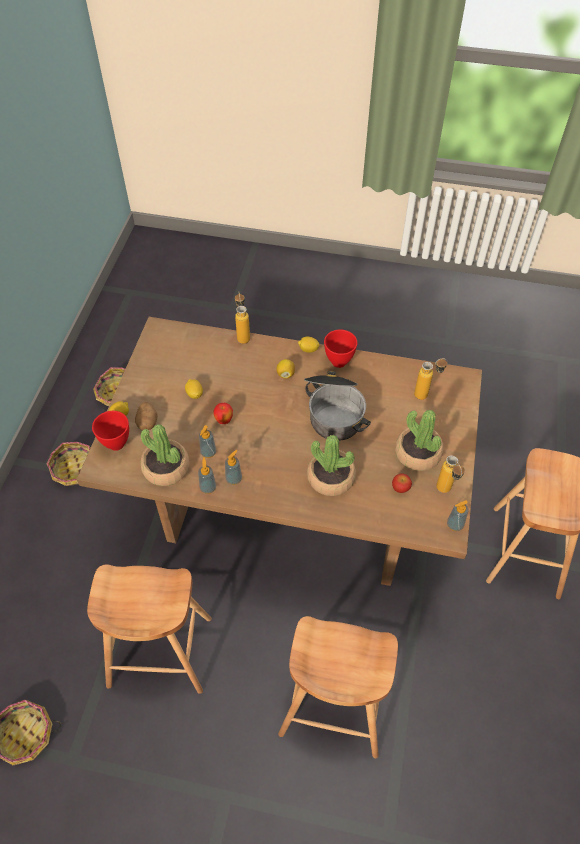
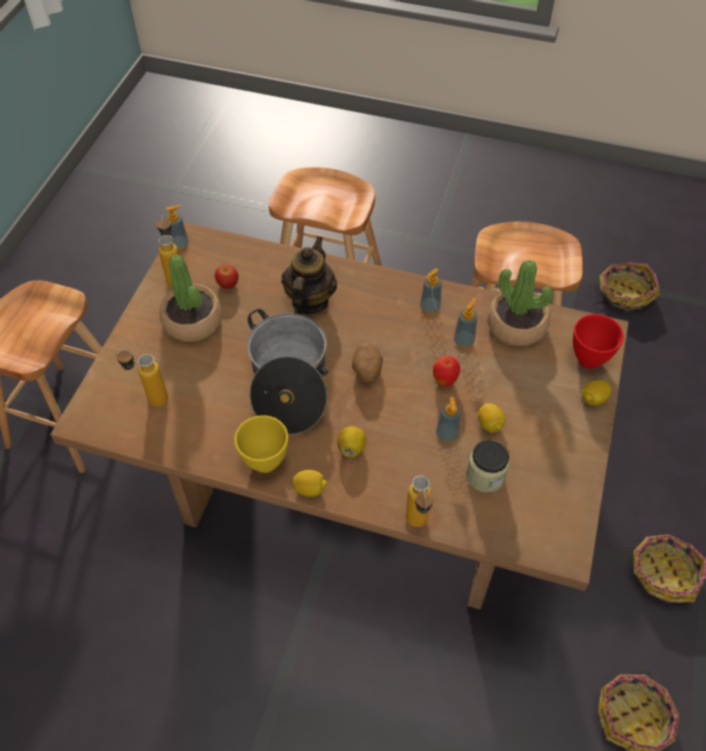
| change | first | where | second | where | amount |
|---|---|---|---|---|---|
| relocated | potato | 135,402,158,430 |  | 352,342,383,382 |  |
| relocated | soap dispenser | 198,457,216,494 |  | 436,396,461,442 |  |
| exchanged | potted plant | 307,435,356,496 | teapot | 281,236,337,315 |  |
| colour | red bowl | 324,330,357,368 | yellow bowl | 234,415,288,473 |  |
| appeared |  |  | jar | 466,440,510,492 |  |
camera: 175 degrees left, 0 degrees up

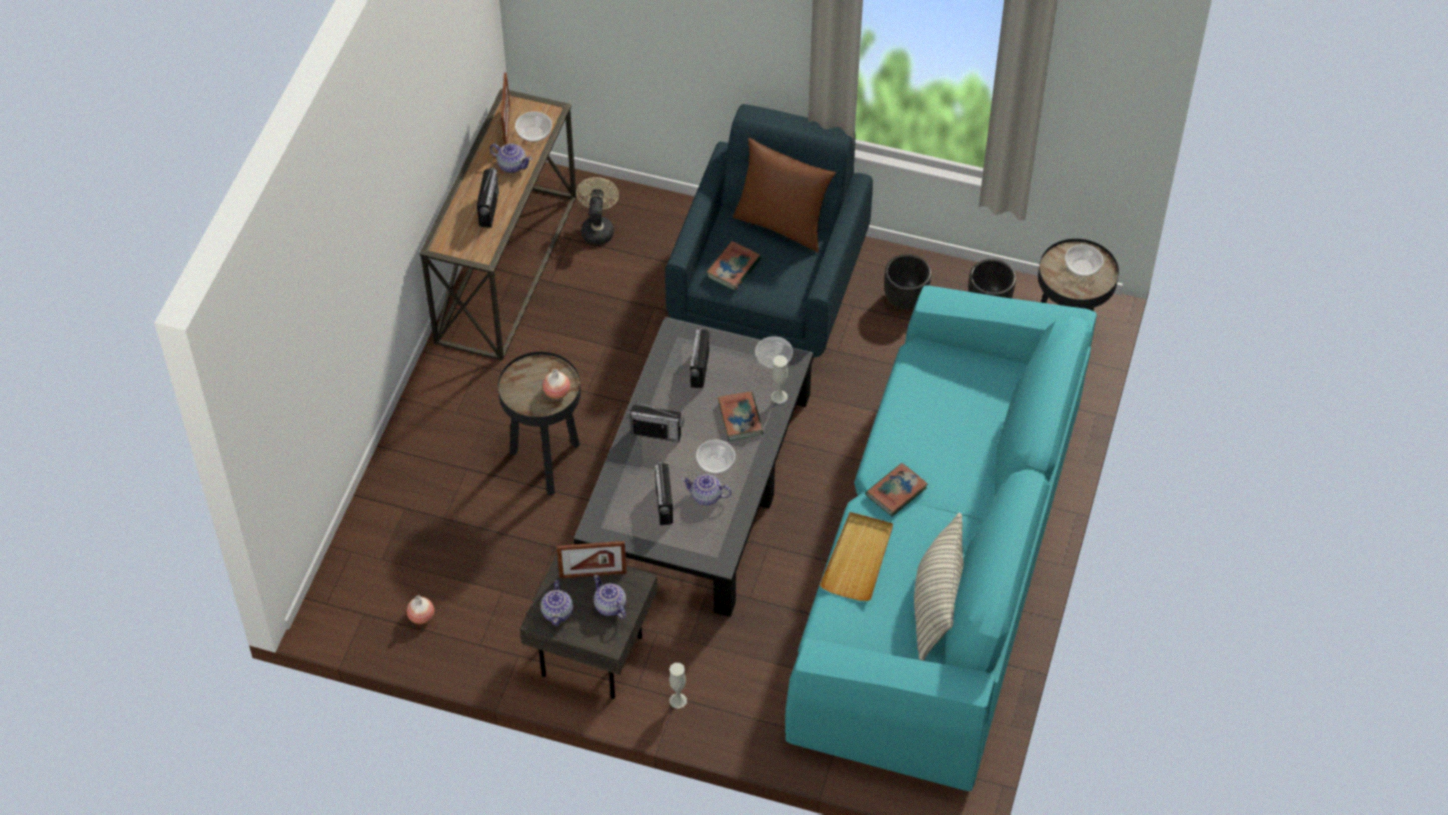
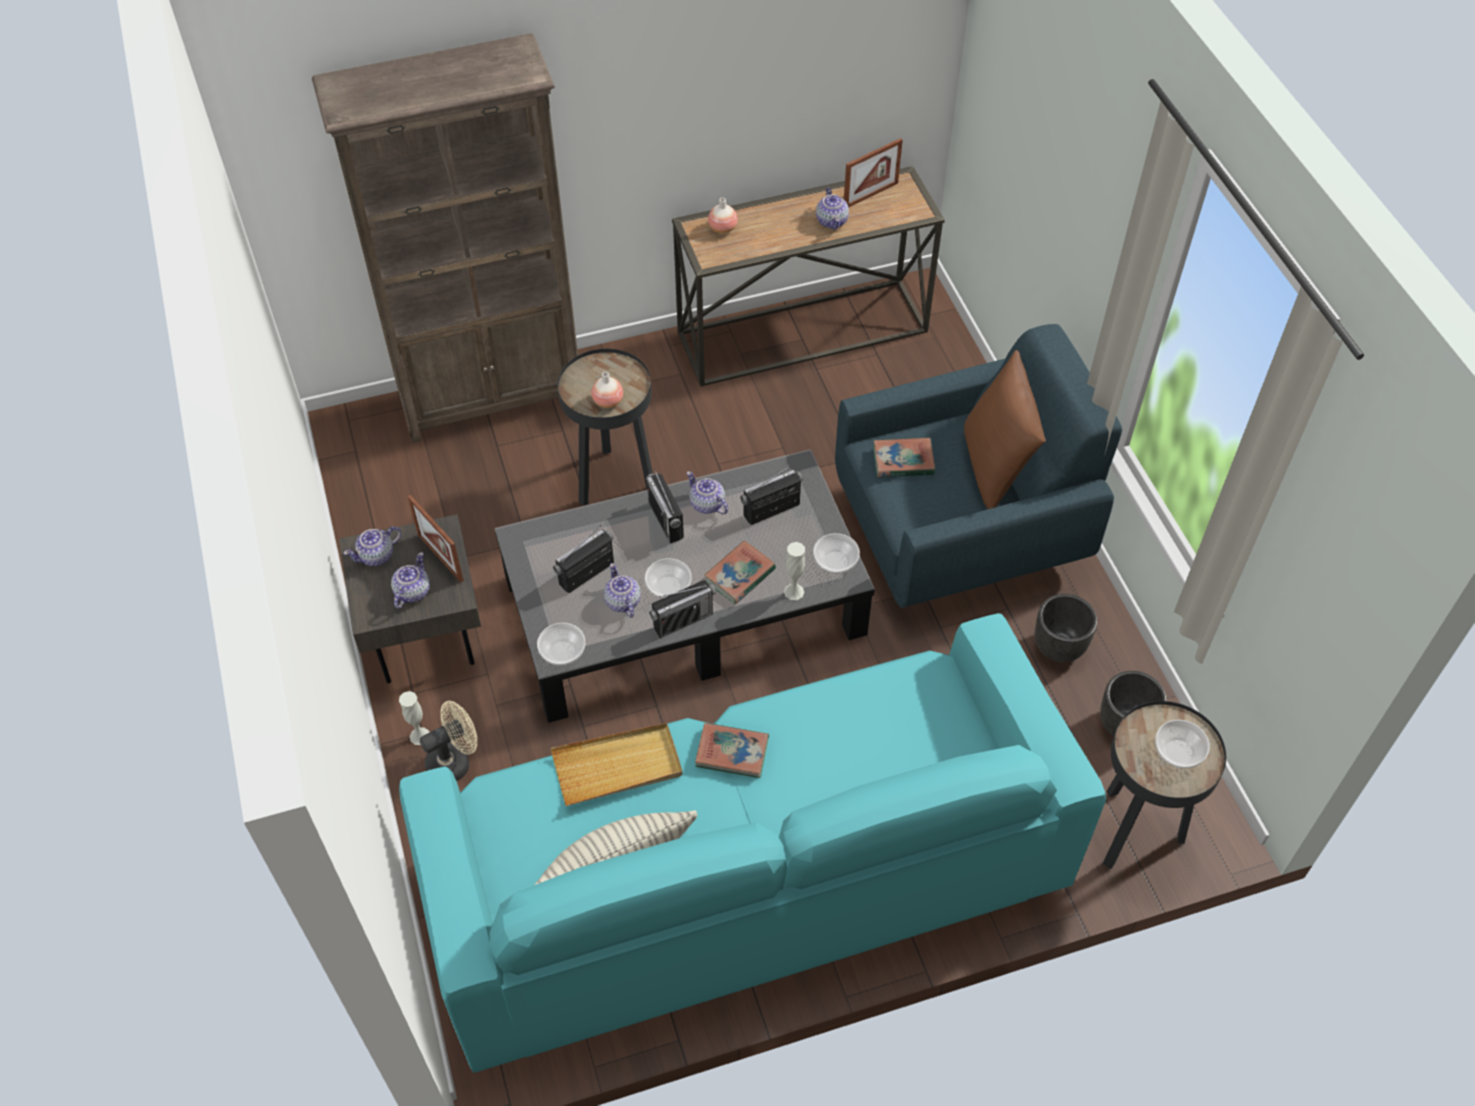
| change | first | where | second | where | amount |
|---|---|---|---|---|---|
| relocated | vase | 407,596,434,624 |  | 708,198,738,234 |  |
| relocated | radio | 477,168,499,228 |  | 649,580,716,638 |  |
| relocated | bowl | 515,111,552,142 |  | 537,623,585,666 |  |
| relocated | beige fan | 576,177,619,245 |  | 420,701,477,781 |  |
| appeared |  |  | brown bookcase | 312,33,578,443 |  |
| appeared |  |  | teapot | 687,471,728,514 |  |
camera: 55 degrees right, 0 degrees up

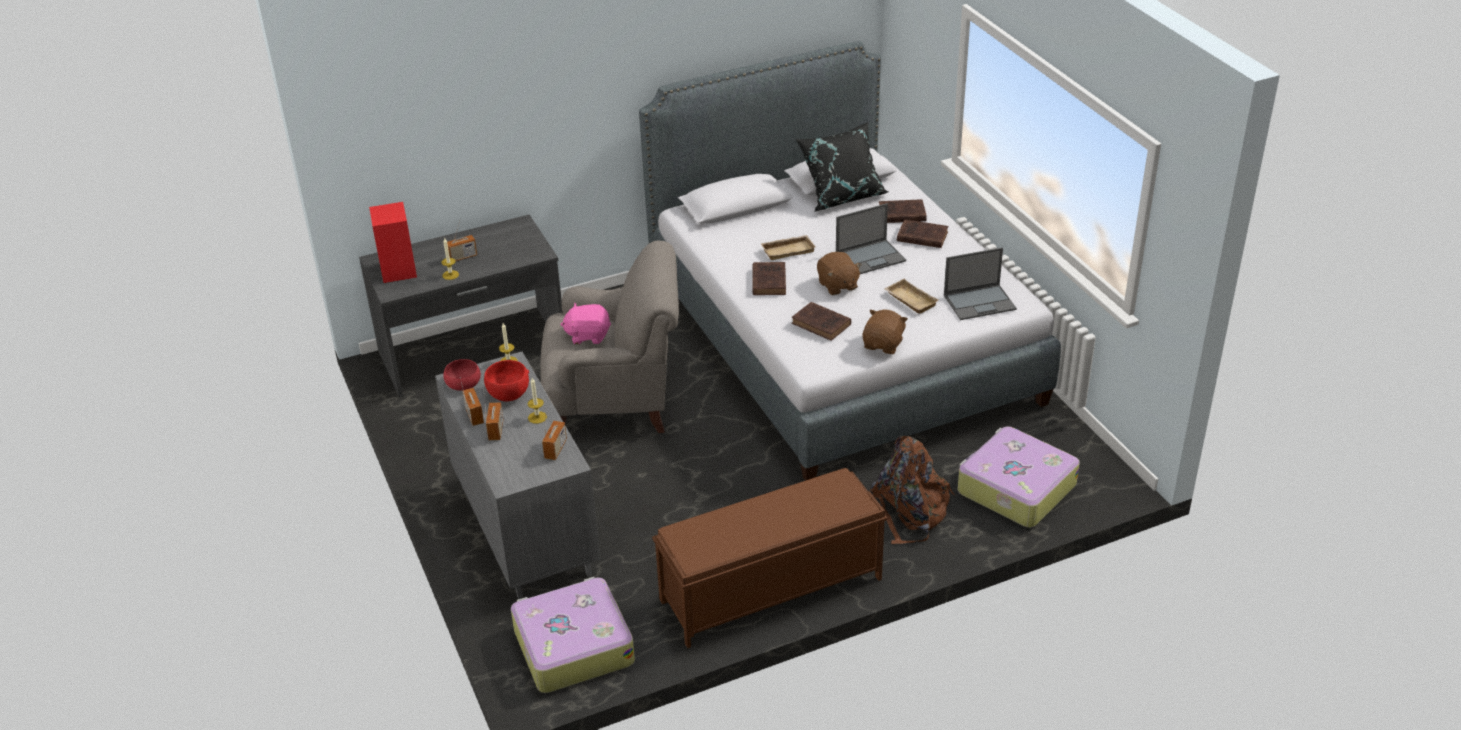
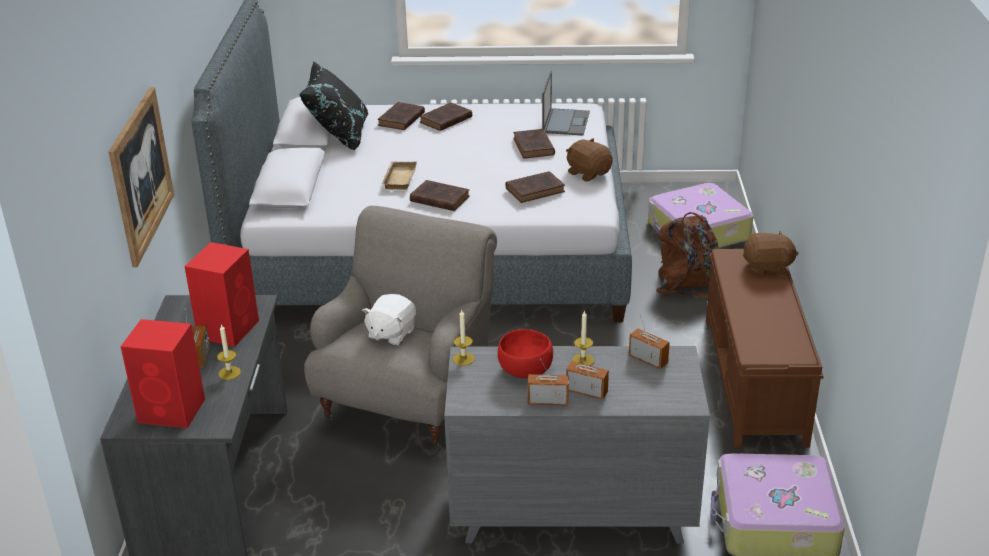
| change | first | where | second | where | amount |
|---|---|---|---|---|---|
| missing | red bowl | 443,359,481,391 |  |  |  |
| colour | pink plush toy | 560,303,611,344 | white plush toy | 362,294,416,346 |  |
| relocated | brown plush toy | 817,252,862,295 |  | 743,231,799,276 |  |
| missing | laptop | 836,203,906,274 |  |  |  |
| exchanged | beige tray | 885,279,939,314 | brown book | 513,129,555,159 |  |
| appeared |  |  | picture | 108,87,174,267 |  |
| appeared |  |  | red speaker | 184,242,259,347 |  |
camera: 65 degrees left, 5 degrees down

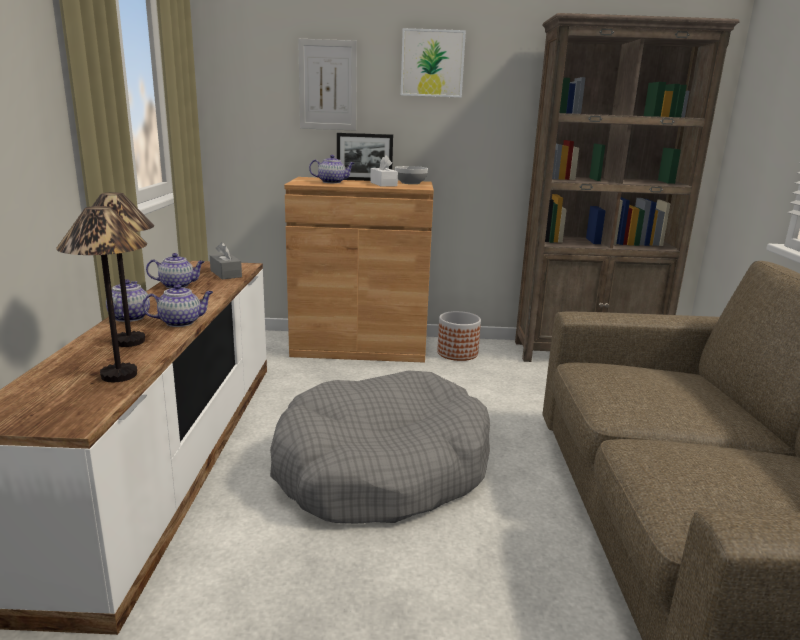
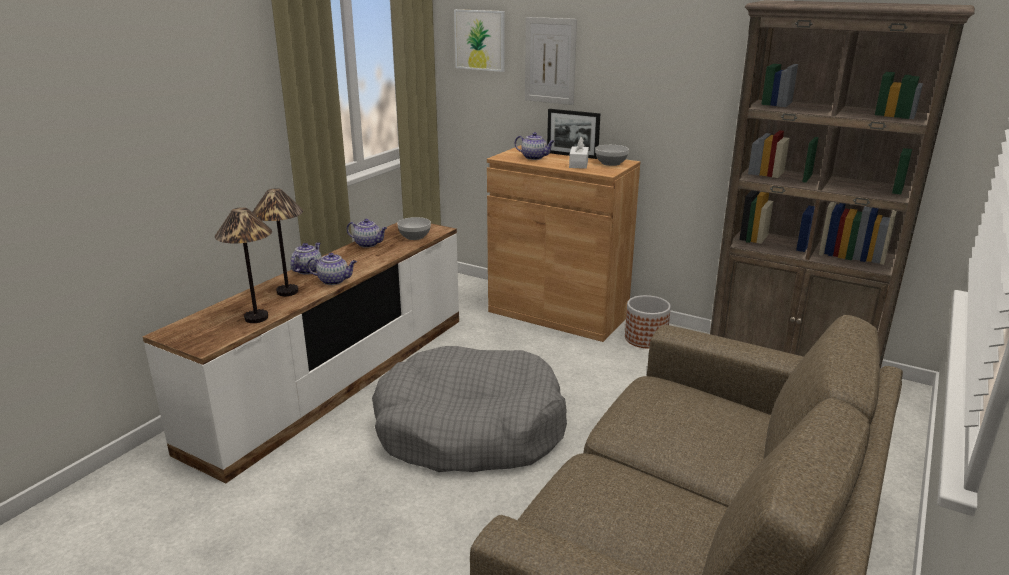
| change | first | where | second | where | amount |
|---|---|---|---|---|---|
| exchanged | grey tissue box | 210,242,242,280 | bowl | 397,217,431,240 |  |
| relocated | picture | 401,28,466,98 |  | 454,9,505,72 |  |
camera: 30 degrees right, 5 degrees up

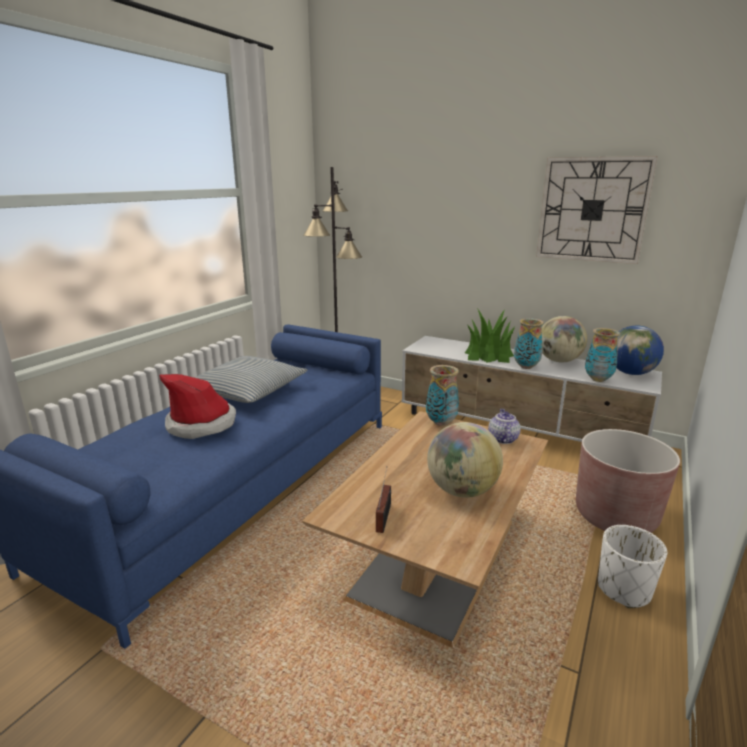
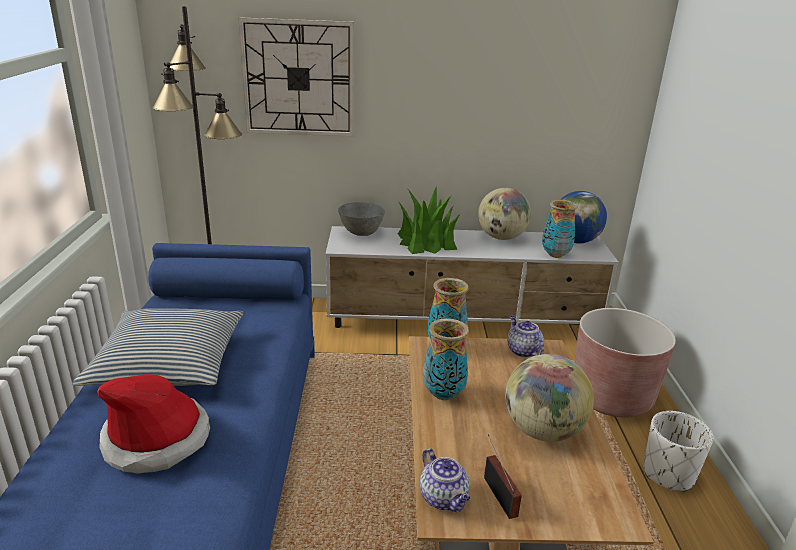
| change | first | where | second | where | amount |
|---|---|---|---|---|---|
| relocated | vase | 514,318,544,369 |  | 423,318,469,400 |  |
| relocated | wall clock | 536,156,658,264 |  | 238,17,354,136 |  |
| appeared |  |  | grey bowl | 338,202,385,236 |  |
| appeared |  |  | teapot | 420,448,470,512 |  |
camera: 30 degrees left, 5 degrees up

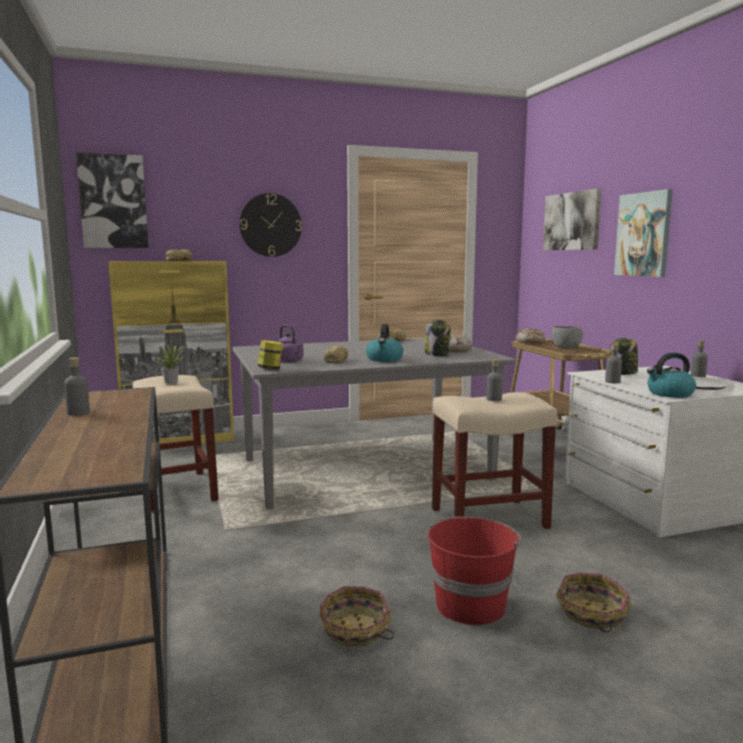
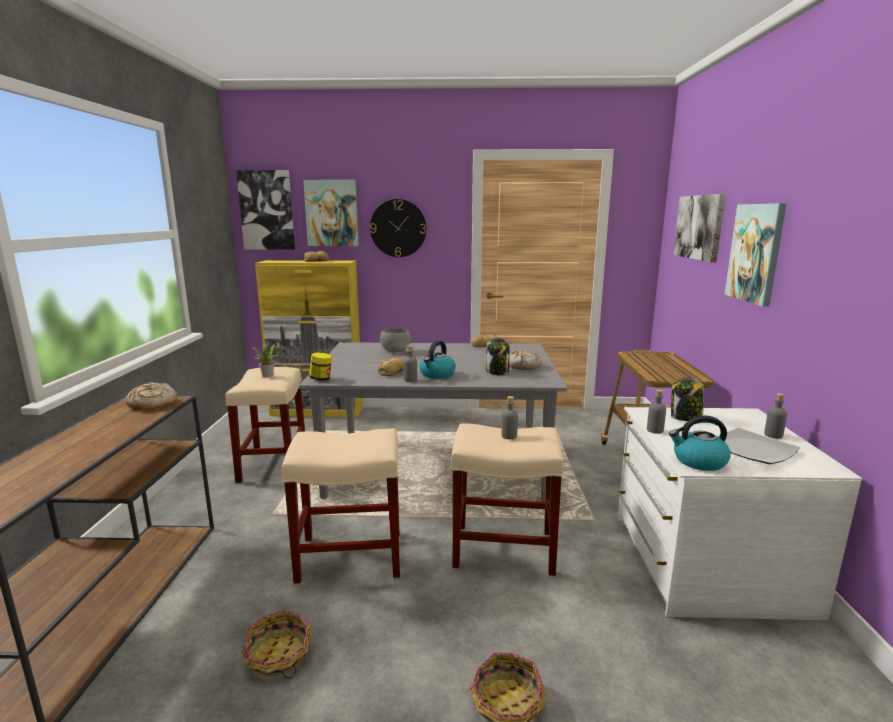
| change | first | where | second | where | amount |
|---|---|---|---|---|---|
| relocated | grey bottle | 64,357,90,416 |  | 404,345,417,382 |  |
| missing | purple kettle | 278,325,304,362 |  |  |  |
| missing | red bucket | 428,517,521,625 |  |  |  |
| relocated | bread | 516,329,546,343 |  | 126,382,177,410 |  |
| relocated | grey bowl | 551,326,583,349 |  | 380,328,411,352 |  |
| appeared |  |  | beige stool | 281,428,400,584 |  |
| appeared |  |  | picture | 303,180,359,246 |  |
camera: 20 degrees right, 5 degrees up

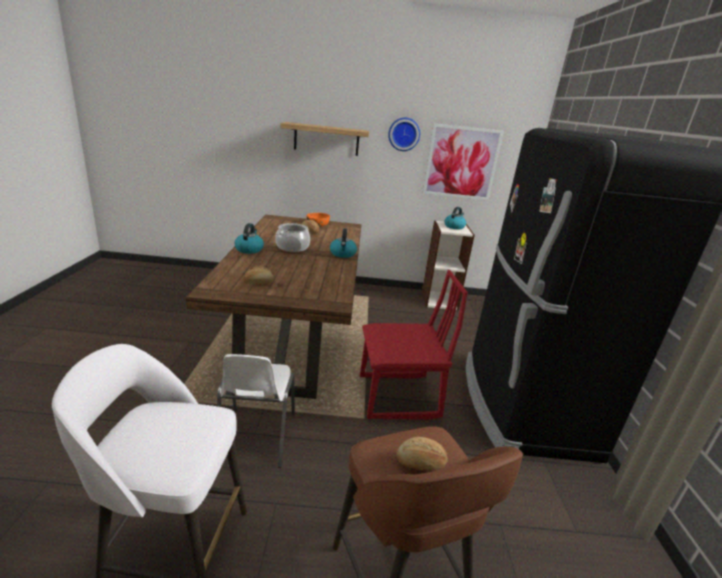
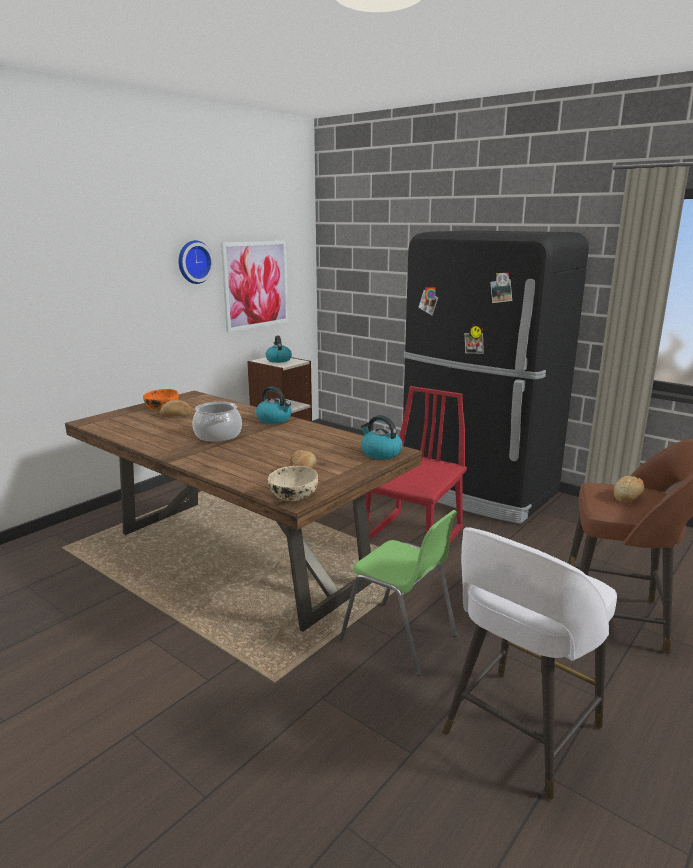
| change | first | where | second | where | amount |
|---|---|---|---|---|---|
| colour | white chair | 217,354,295,468 | green chair | 340,510,457,676 |  |
| relocated | kettle | 234,223,264,254 |  | 361,415,402,459 |  |
| missing | shelf | 280,122,369,156 |  |  |  |
| appeared |  |  | beige bowl | 268,466,318,501 |  |
camera: 50 degrees left, 5 degrees down

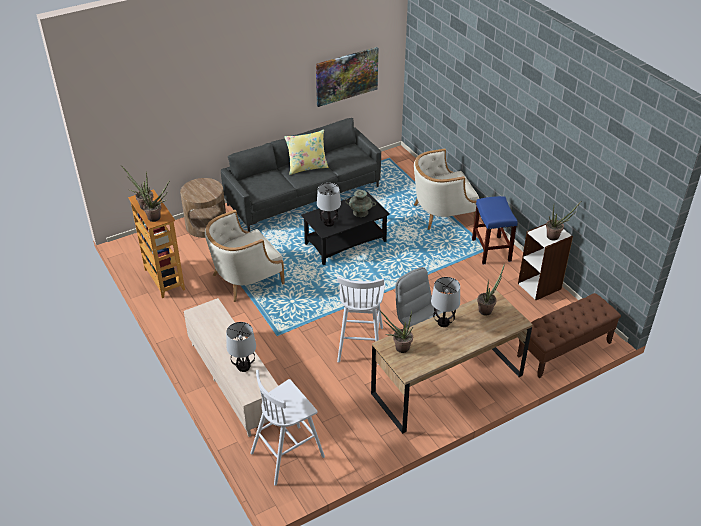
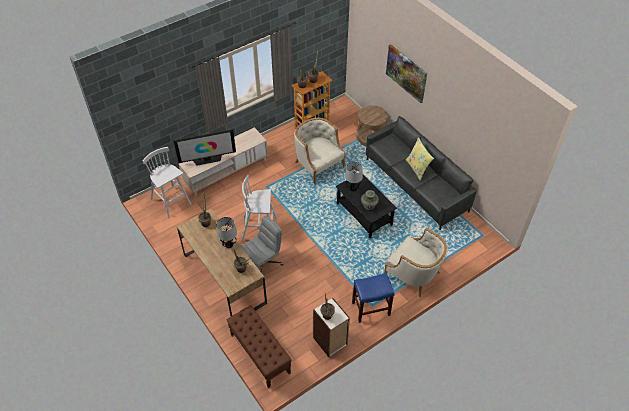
| change | first | where | second | where | amount |
|---|---|---|---|---|---|
| exchanged | table lamp | 226,322,256,372 | television | 173,129,236,166 |  |
| relocated | picture | 316,47,378,107 |  | 386,44,427,103 |  |
| spun | beige armchair | 414,148,479,230 |  | 384,228,448,297 | 150 degrees clockwise |
camera: 85 degrees right, 10 degrees up

